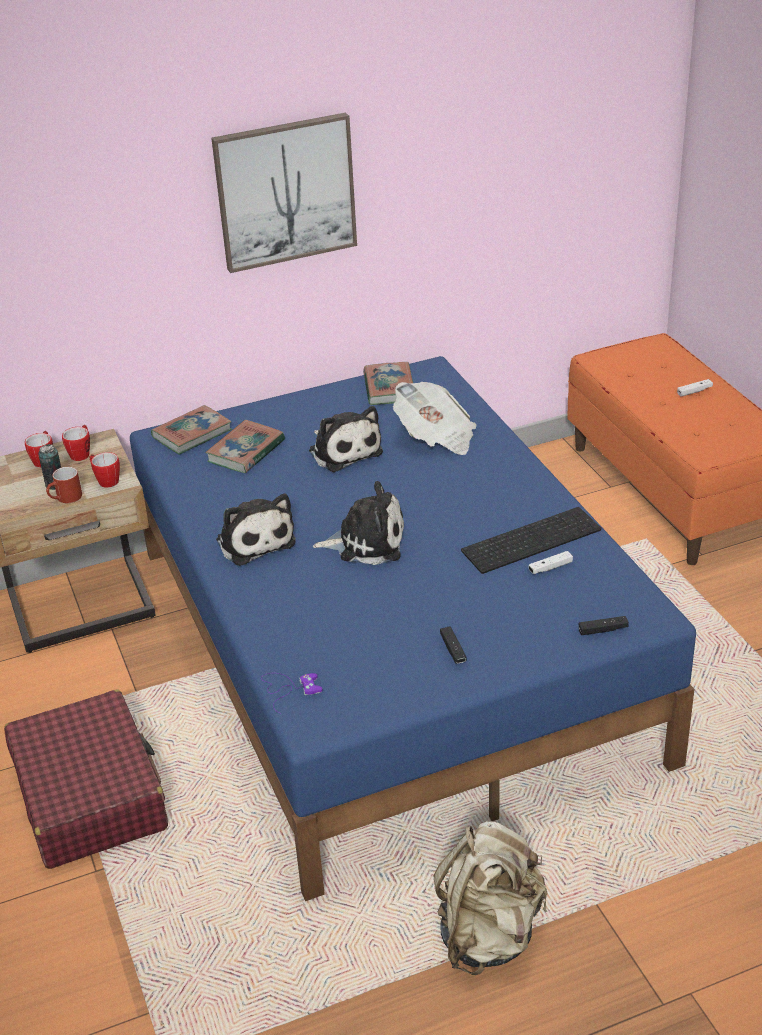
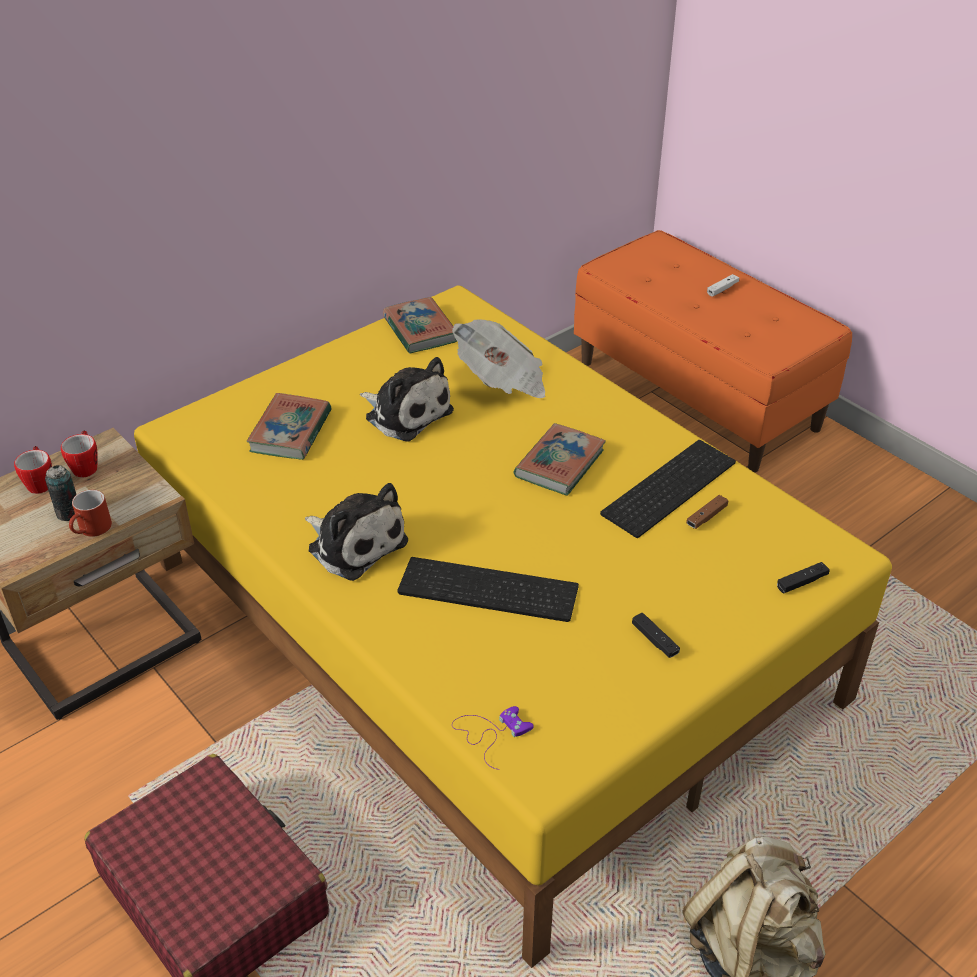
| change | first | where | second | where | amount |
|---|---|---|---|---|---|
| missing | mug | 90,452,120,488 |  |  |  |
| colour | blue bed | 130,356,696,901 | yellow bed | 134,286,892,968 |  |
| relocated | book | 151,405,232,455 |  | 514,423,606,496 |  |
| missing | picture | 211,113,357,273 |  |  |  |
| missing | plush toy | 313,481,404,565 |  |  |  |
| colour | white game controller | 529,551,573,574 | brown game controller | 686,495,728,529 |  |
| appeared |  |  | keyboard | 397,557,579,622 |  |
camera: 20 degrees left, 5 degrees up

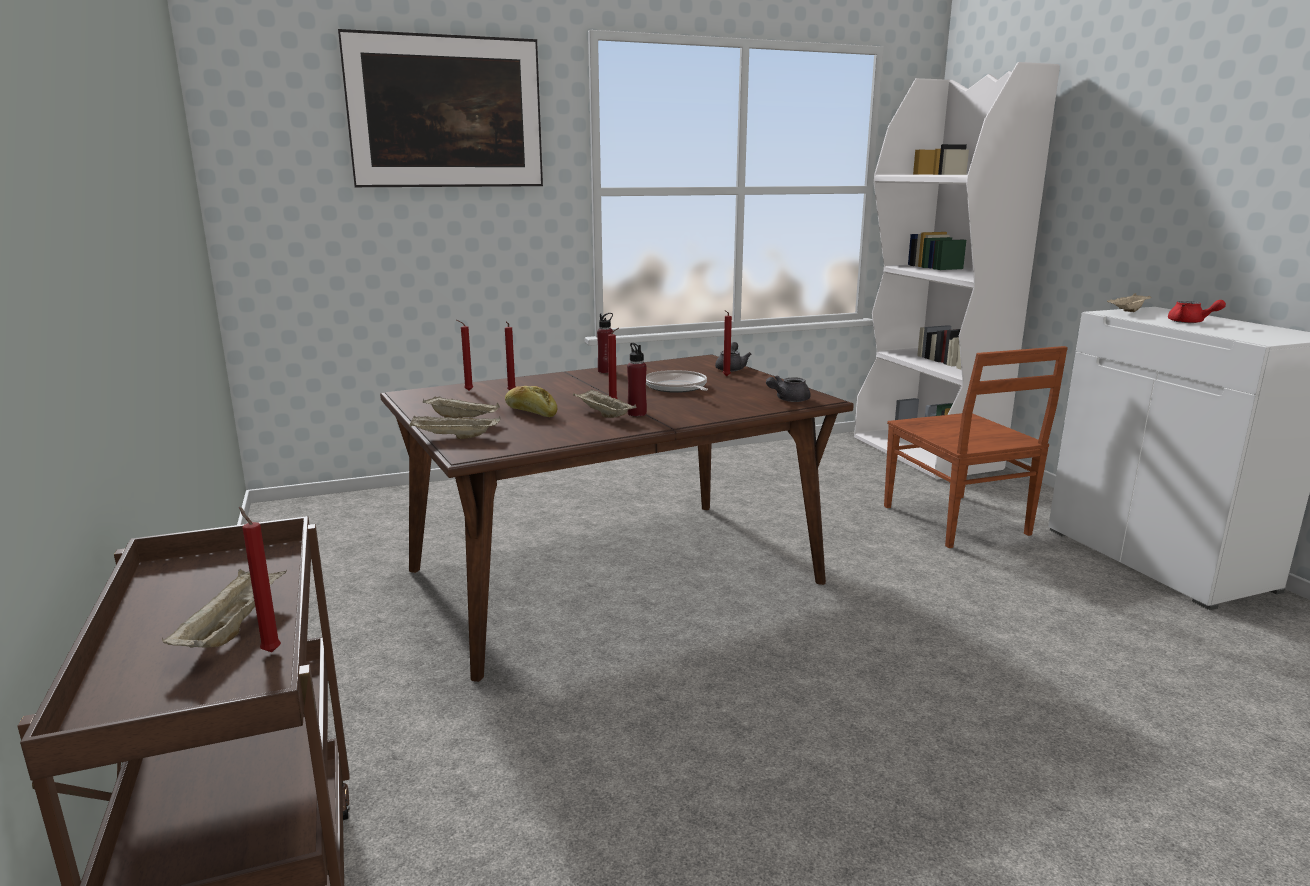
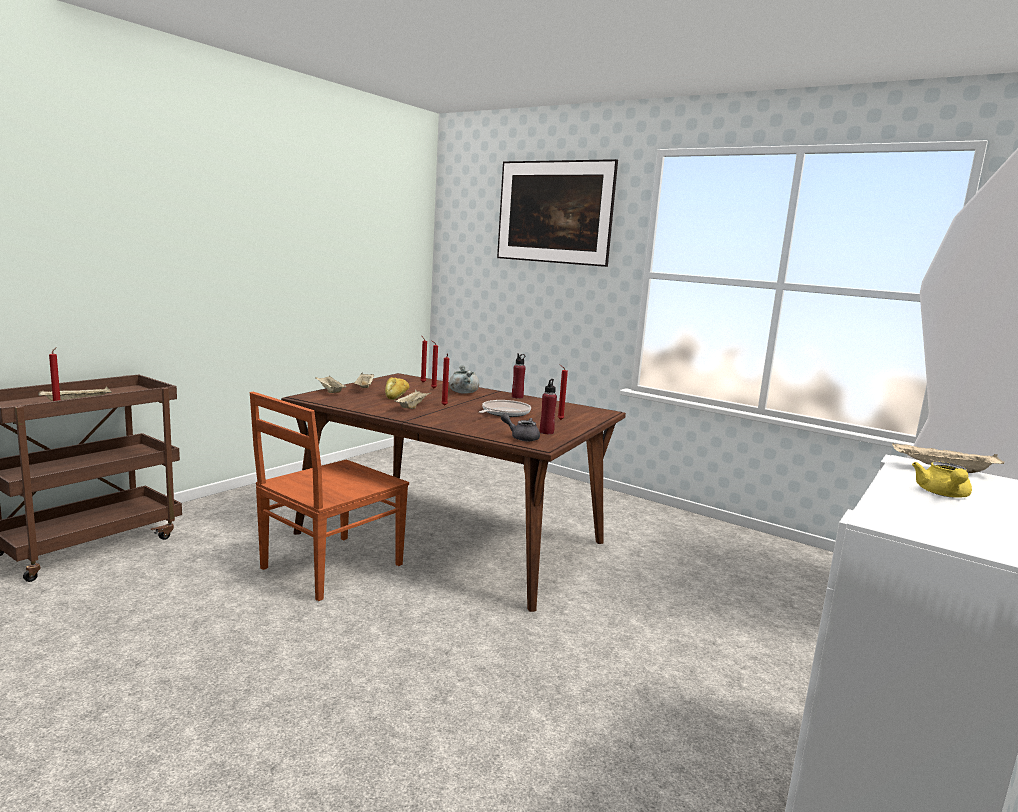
| change | first | where | second | where | amount |
|---|---|---|---|---|---|
| relocated | red bottle | 627,343,647,416 |  | 540,379,557,434 |  |
| missing | grey teapot | 715,342,751,372 |  |  |  |
| relocated | brown chair | 884,346,1068,548 |  | 250,392,409,601 |  |
| colour | red teapot | 1168,300,1226,323 | yellow teapot | 912,462,972,498 |  |
| appeared |  |  | grey cooking pot | 449,365,480,394 |  |
camera: 55 degrees right, 5 degrees down

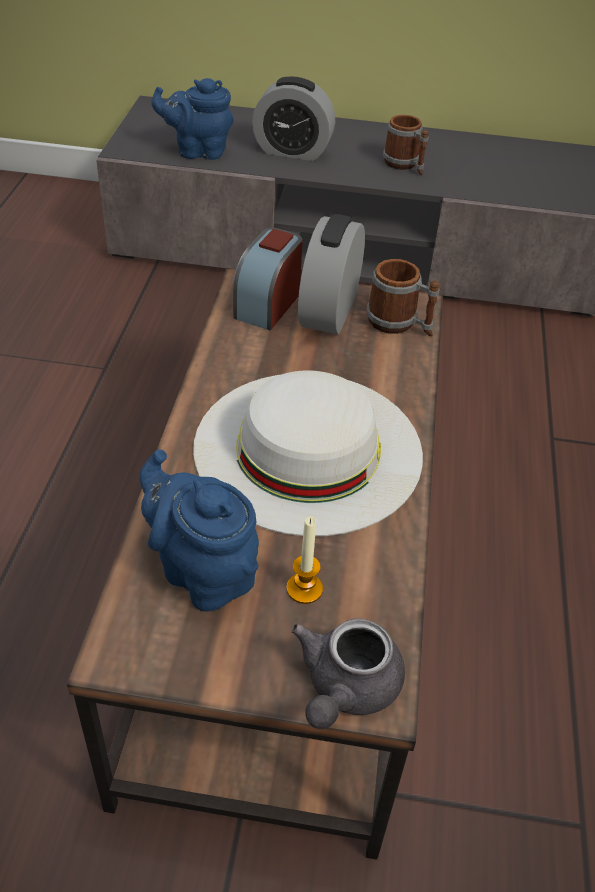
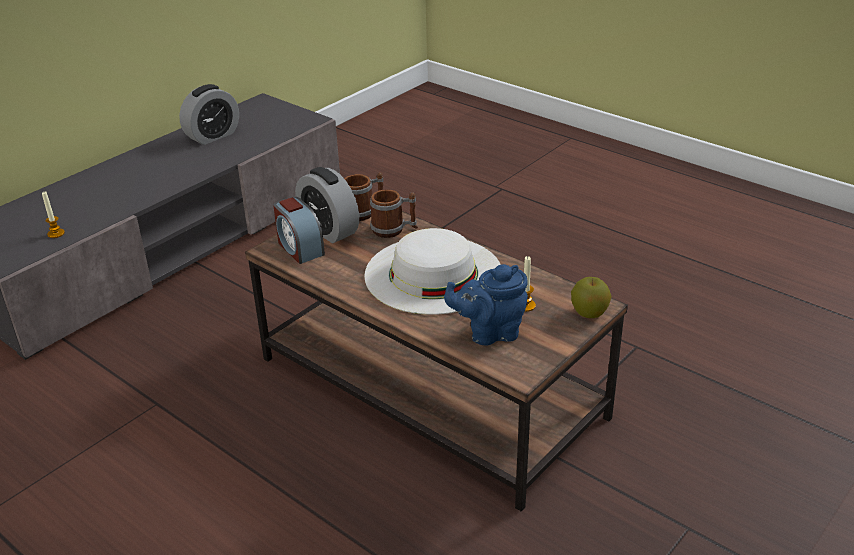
| change | first | where | second | where | amount |
|---|---|---|---|---|---|
| exchanged | blue teapot | 151,78,233,160 | candle | 42,191,65,238 |  |
| relocated | alarm clock | 252,76,335,161 |  | 179,84,239,145 |  |
| exchanged | grey teapot | 291,618,405,729 | apple | 571,277,611,318 |  |
| relocated | mug | 383,115,429,175 |  | 370,189,418,238 |  |
camera: 55 degrees left, 10 degrees down

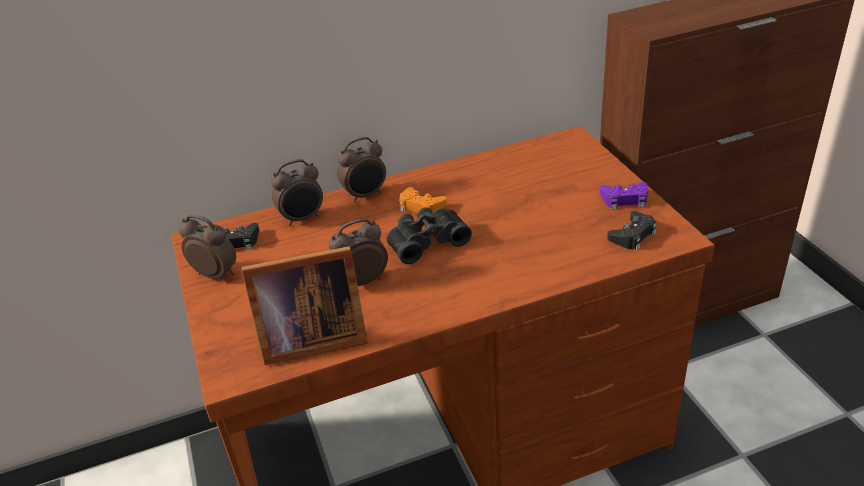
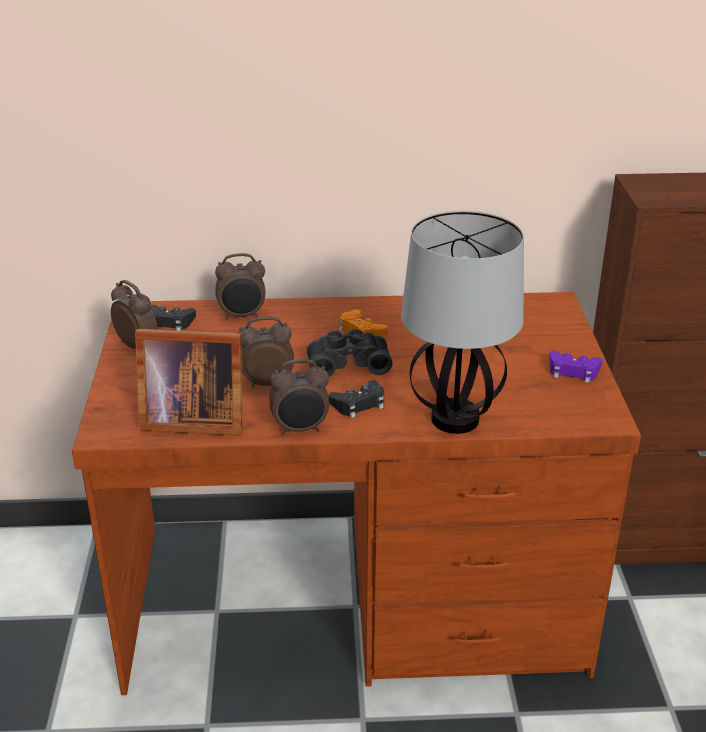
| change | first | where | second | where | amount |
|---|---|---|---|---|---|
| relocated | alarm clock | 337,137,386,202 |  | 269,359,329,435 |  |
| relocated | black game controller | 607,211,656,250 |  | 329,380,384,418 |  |
| appeared |  |  | table lamp | 401,211,524,434 |  |
camera: 15 degrees right, 5 degrees down

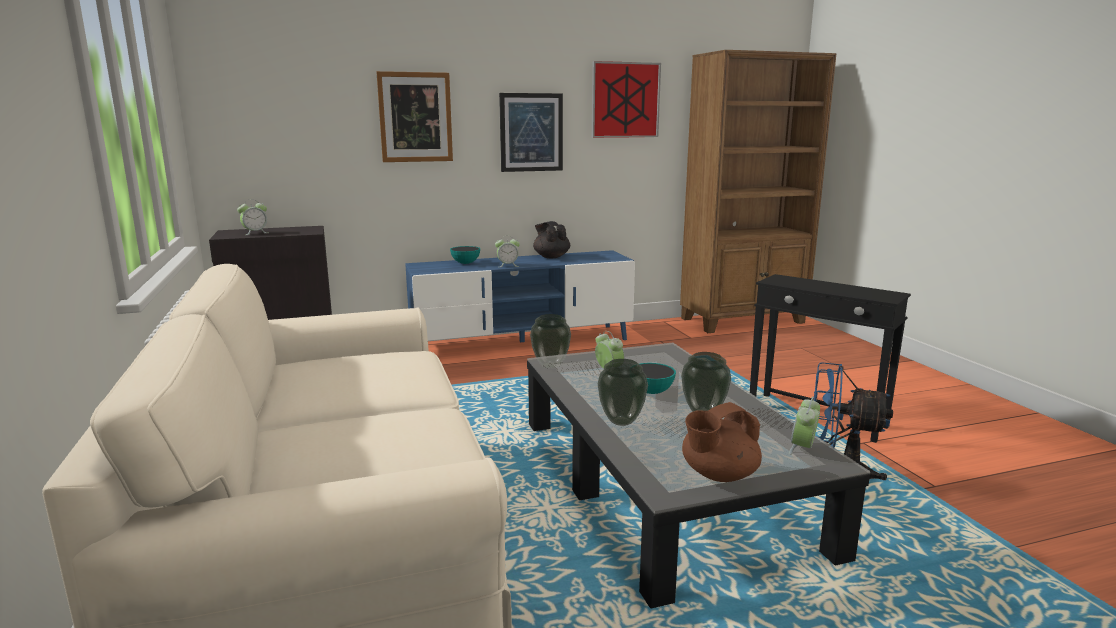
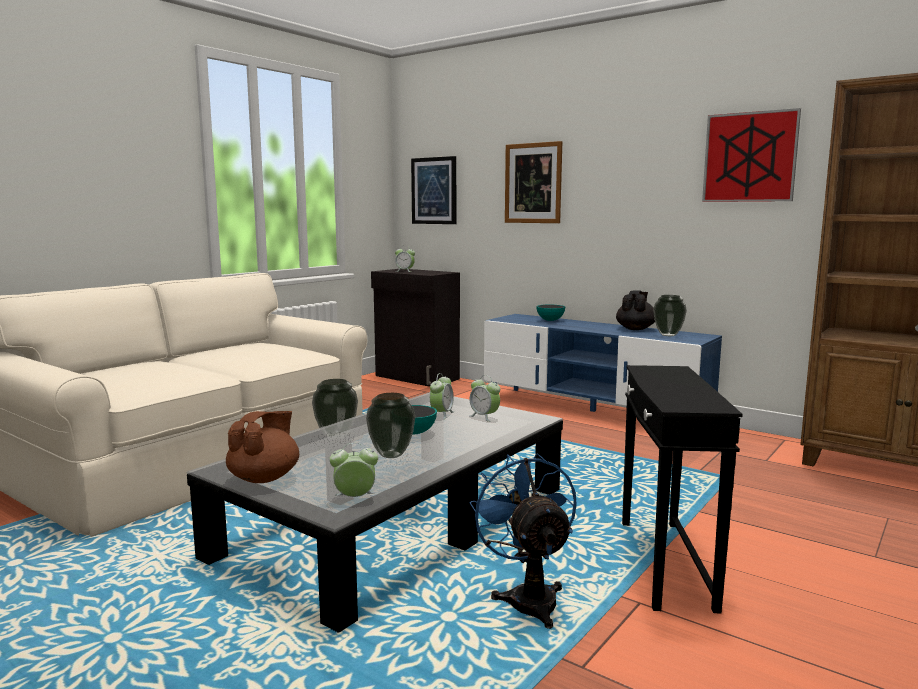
| change | first | where | second | where | amount |
|---|---|---|---|---|---|
| relocated | alarm clock | 495,235,520,267 |  | 469,375,500,422 |  |
| relocated | picture | 499,93,563,172 |  | 411,156,456,224 |  |
| relocated | vase | 530,314,571,369 |  | 653,295,687,336 |  |
| spun | brown teapot | 682,402,762,482 |  | 226,411,299,483 | 90 degrees clockwise |
camera: 55 degrees right, 5 degrees down

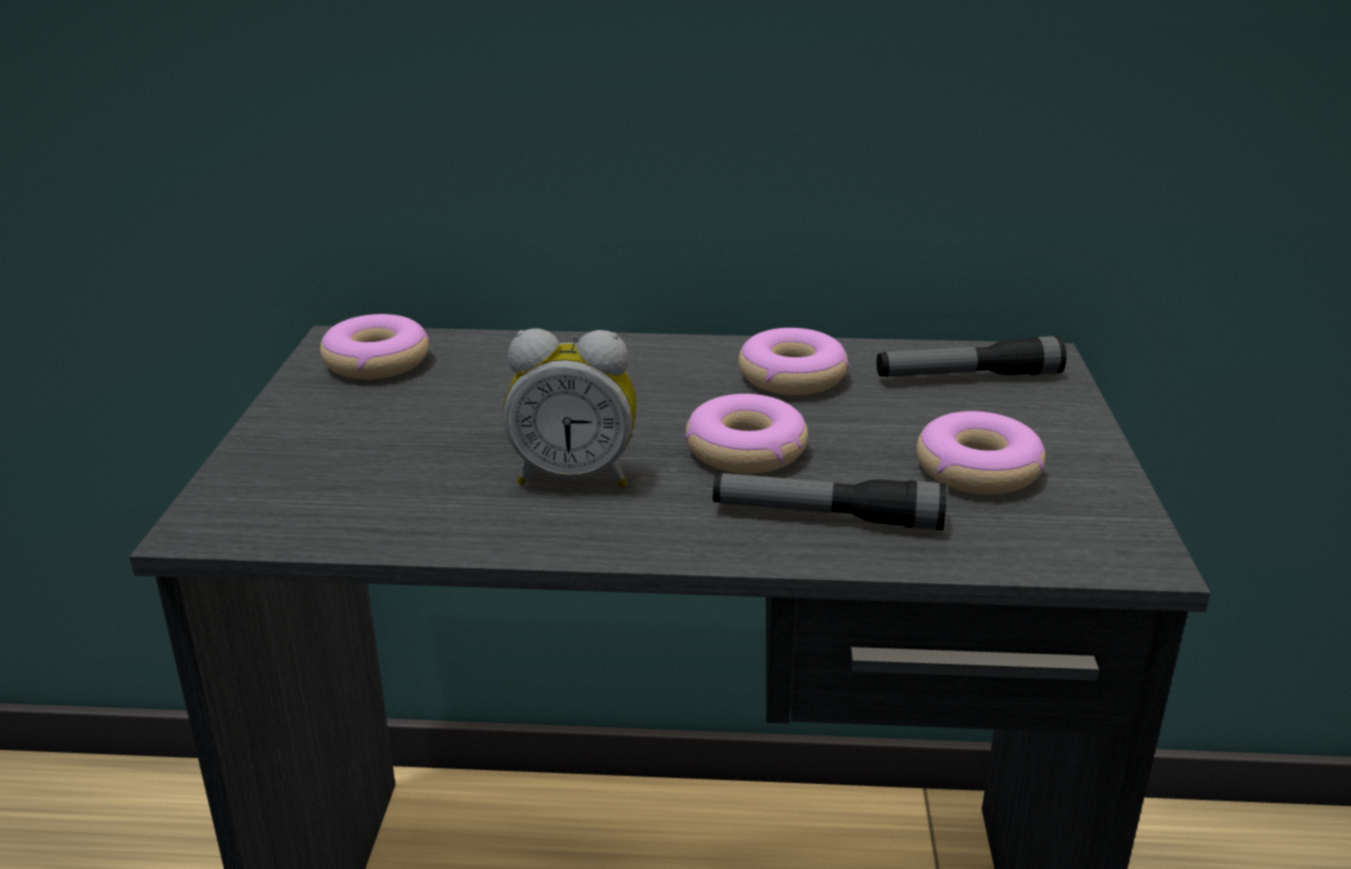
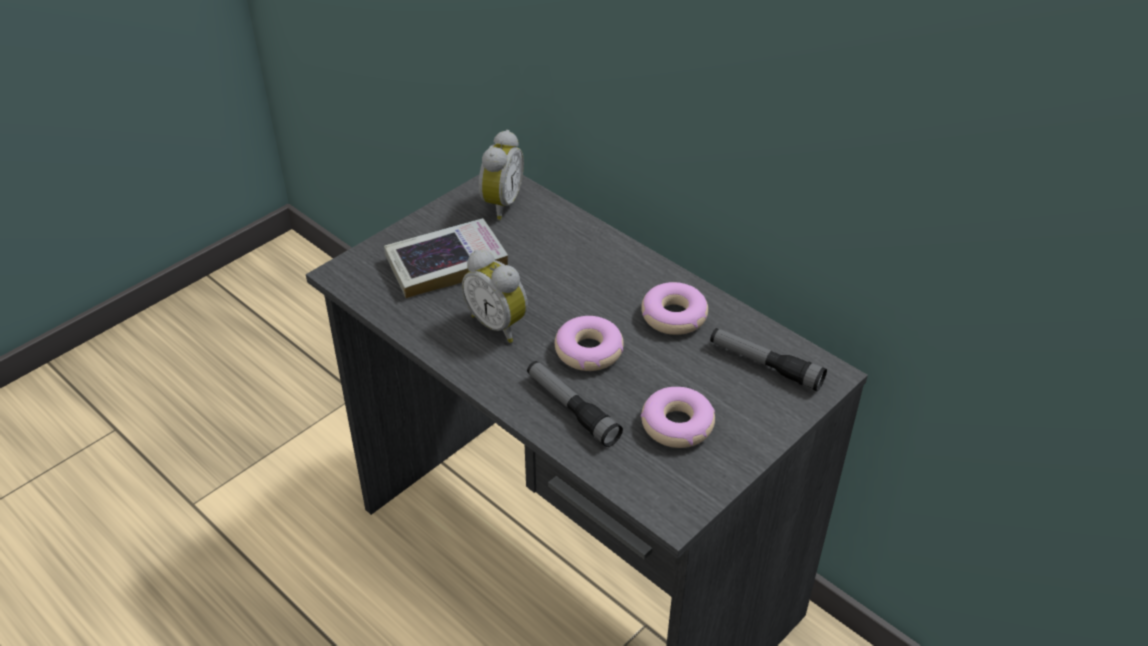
| change | first | where | second | where | amount |
|---|---|---|---|---|---|
| exchanged | donut | 320,314,430,379 | alarm clock | 479,130,524,220 |  |
| appeared |  |  | book | 384,218,508,298 |  |
camera: 40 degrees right, 15 degrees up

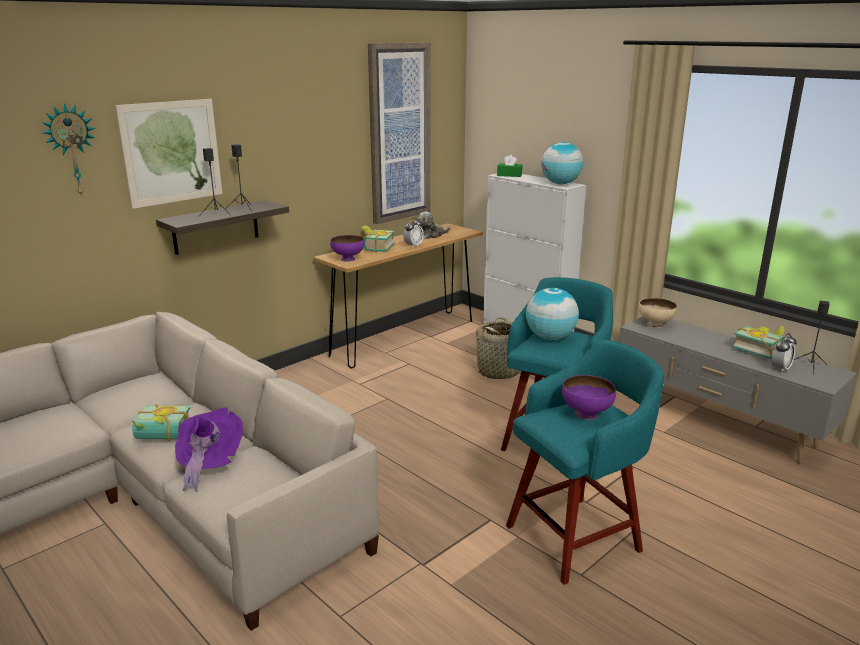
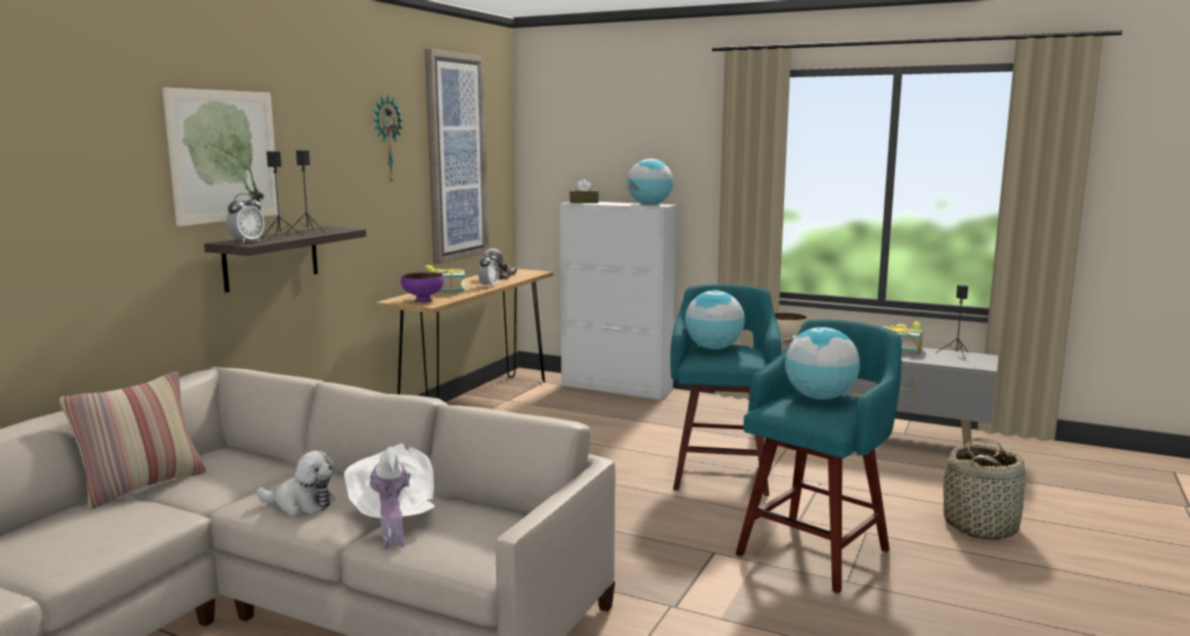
| change | first | where | second | where | amount |
|---|---|---|---|---|---|
| relocated | wall clock | 42,103,95,197 |  | 373,95,403,184 |  |
| exchanged | book | 132,404,190,441 | plush toy | 257,451,335,515 |  |
| colour | purple hat | 175,407,243,492 | white hat | 344,444,435,549 |  |
| relocated | basket | 473,317,520,379 |  | 943,438,1026,540 |  |
| colour | green tissue box | 497,155,522,177 | brown tissue box | 570,179,599,203 |  |
| exchanged | purple bowl | 562,375,616,420 | globe | 785,327,860,400 |  |
| relocated | alarm clock | 771,333,796,372 |  | 226,193,265,243 |  |
| appeared |  |  | pillow | 59,372,206,509 |  |
camera: 20 degrees left, 10 degrees down

